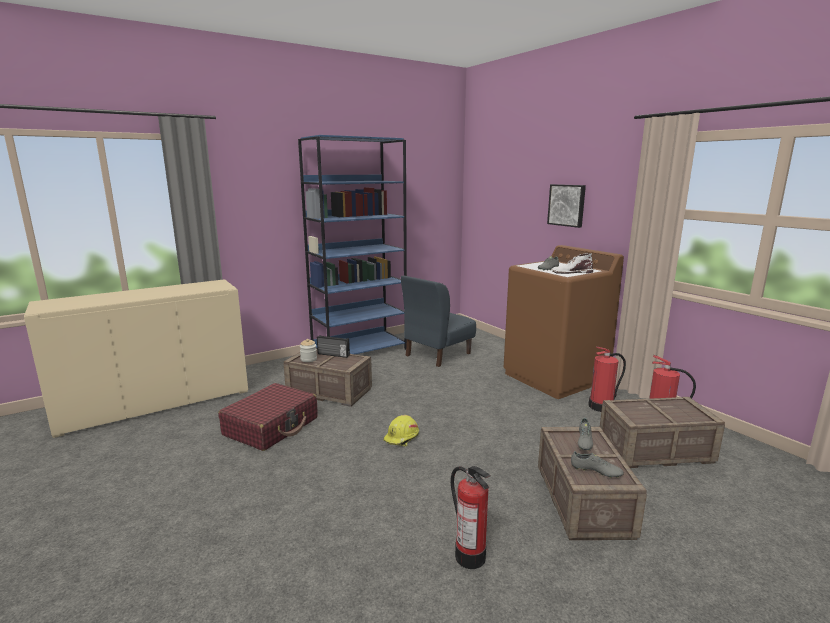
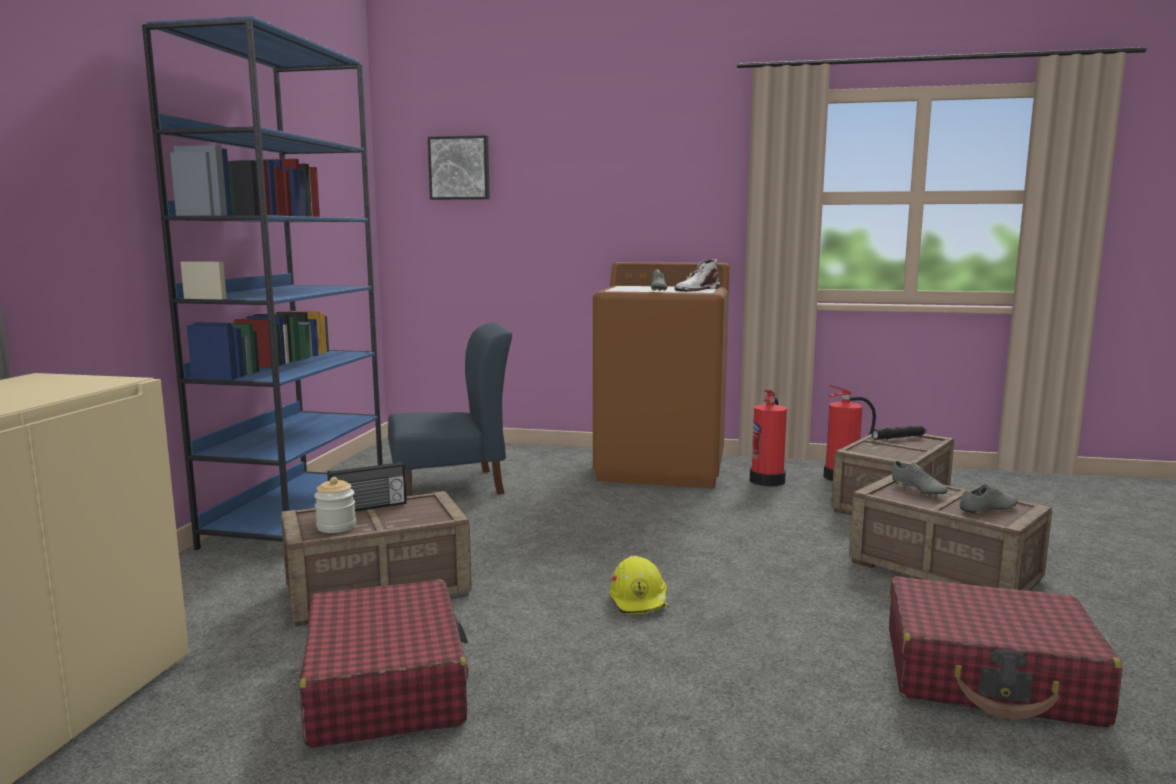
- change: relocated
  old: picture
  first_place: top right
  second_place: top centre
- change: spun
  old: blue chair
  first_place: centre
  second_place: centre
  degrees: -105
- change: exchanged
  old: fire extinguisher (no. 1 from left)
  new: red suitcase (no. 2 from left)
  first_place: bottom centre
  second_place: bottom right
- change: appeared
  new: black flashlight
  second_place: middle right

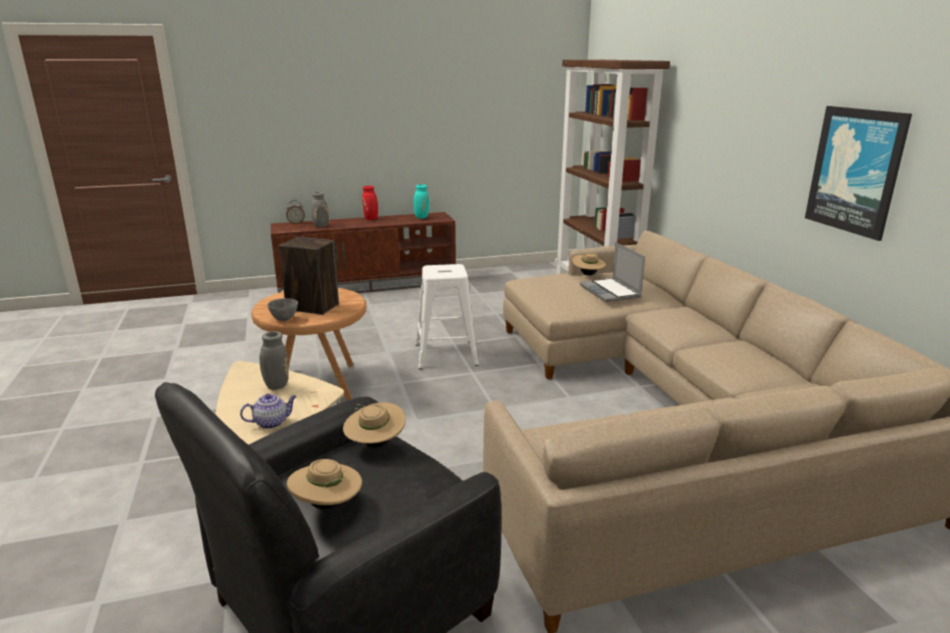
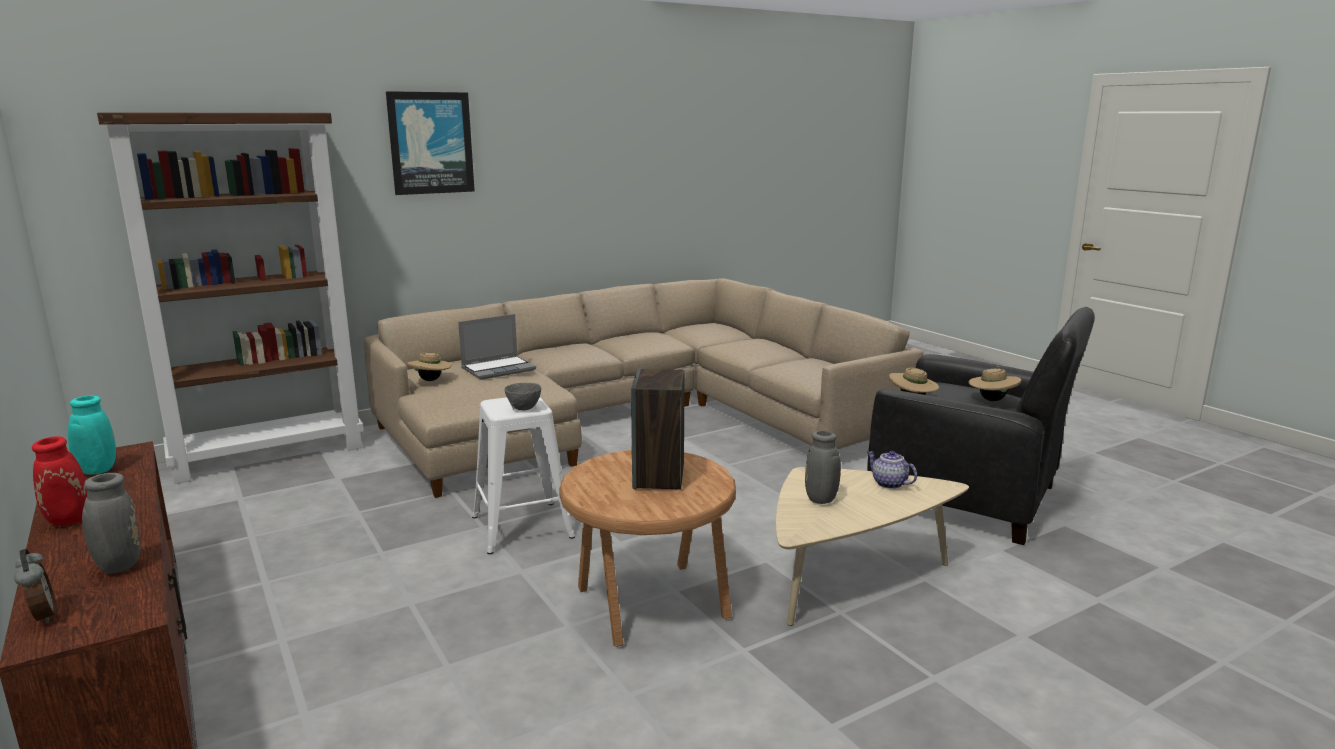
- change: relocated
  old: picture
  first_place: top right
  second_place: top left
- change: relocated
  old: grey bowl
  first_place: middle left
  second_place: centre

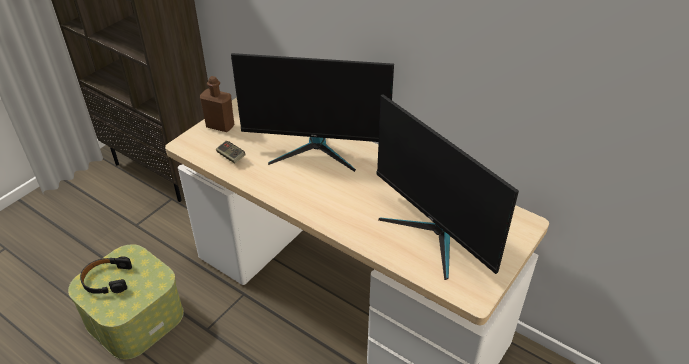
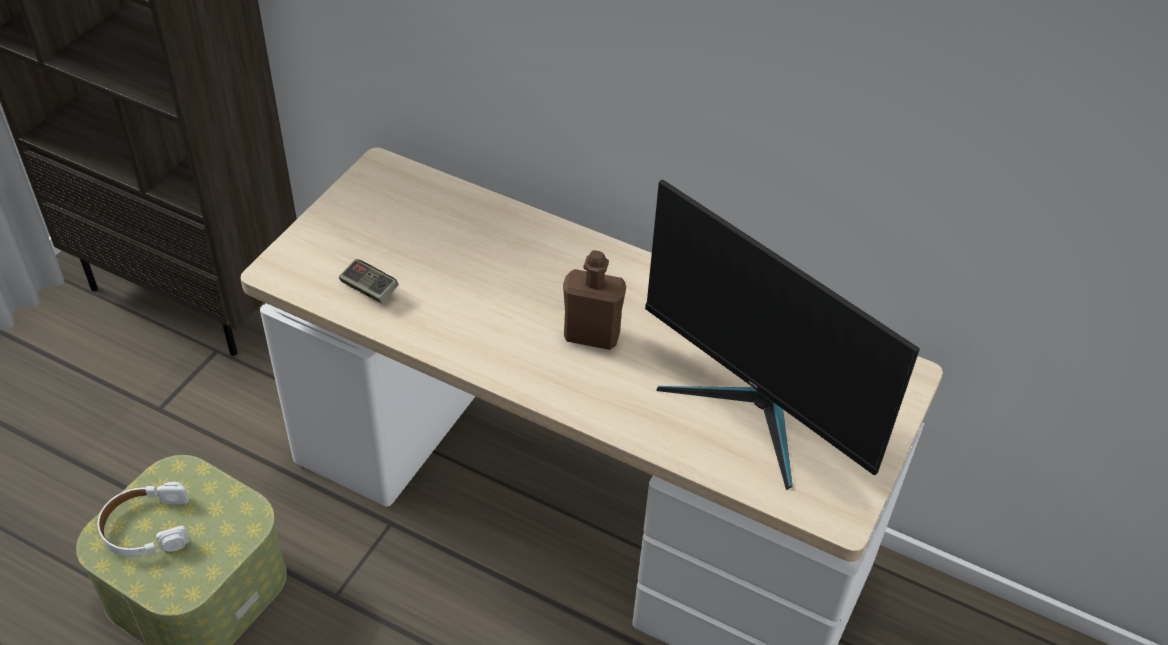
- change: missing
  old: monitor (no. 1 from left)
  first_place: top centre
- change: relocated
  old: brown bottle
  first_place: top left
  second_place: centre
- change: colour
  old: black headphones
  new: white headphones
  first_place: bottom left
  second_place: bottom left

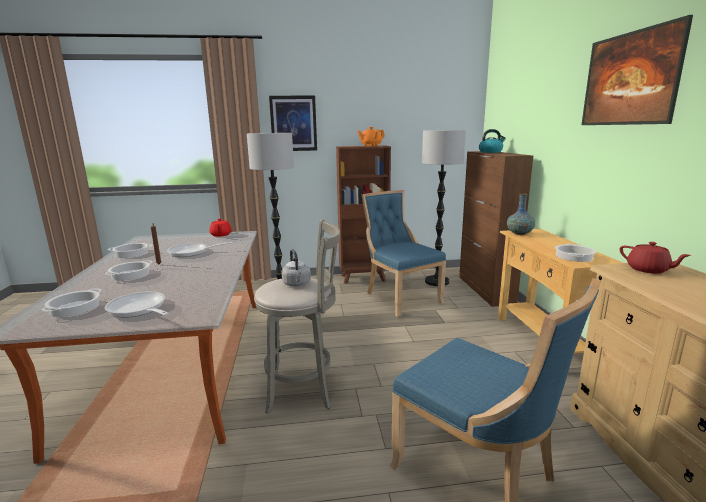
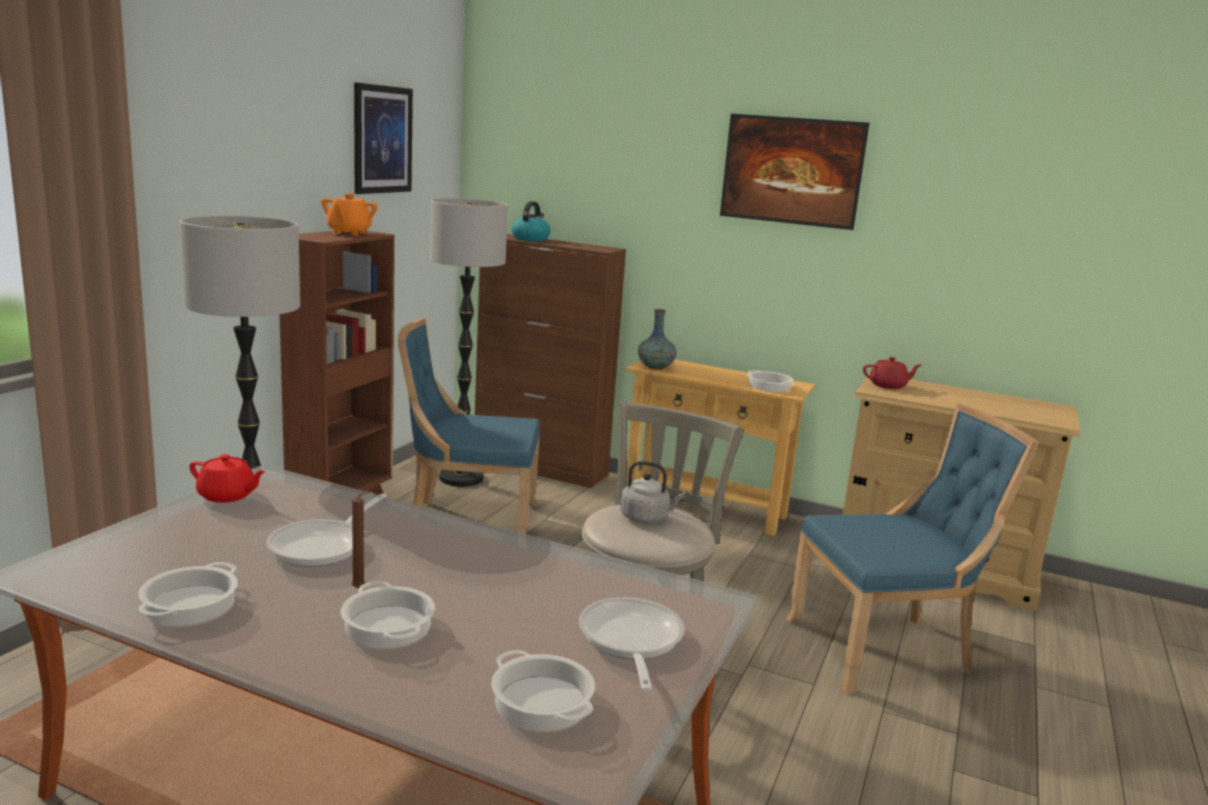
- change: relocated
  old: picture (no. 1 from left)
  first_place: top centre
  second_place: top left
- change: spun
  old: frying pan (no. 1 from left in the first image)
  first_place: middle left
  second_place: bottom centre
  degrees: 105

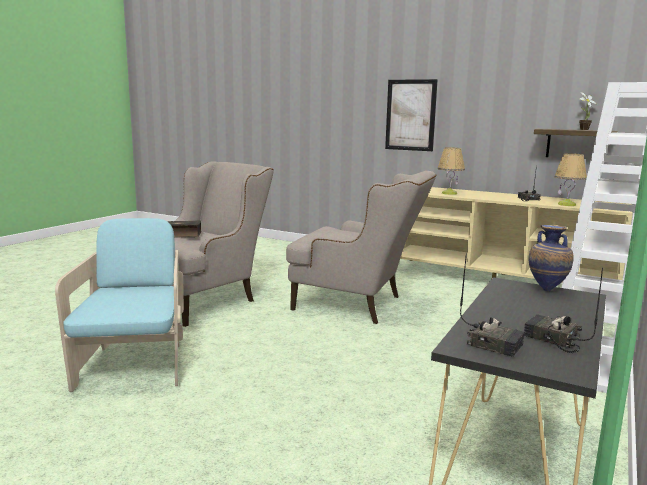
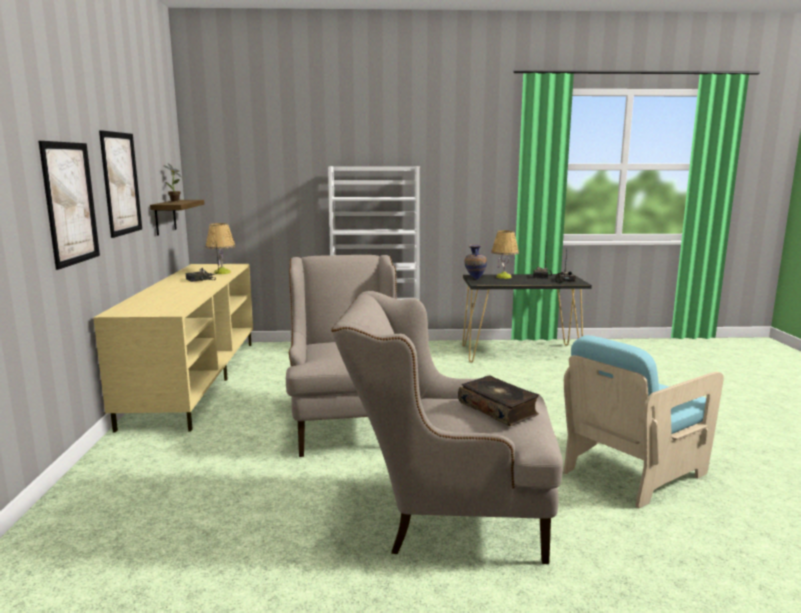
- change: relocated
  old: table lamp (no. 1 from left in the first image)
  new: table lamp (no. 2 from left)
  first_place: middle right
  second_place: centre
- change: appeared
  new: picture (no. 2 from left)
  second_place: top left

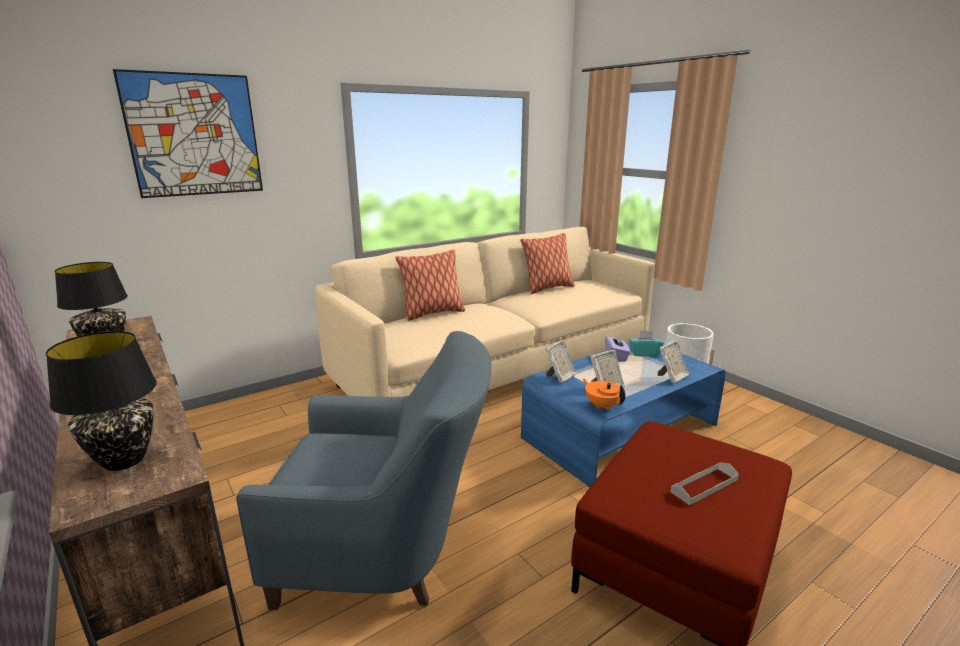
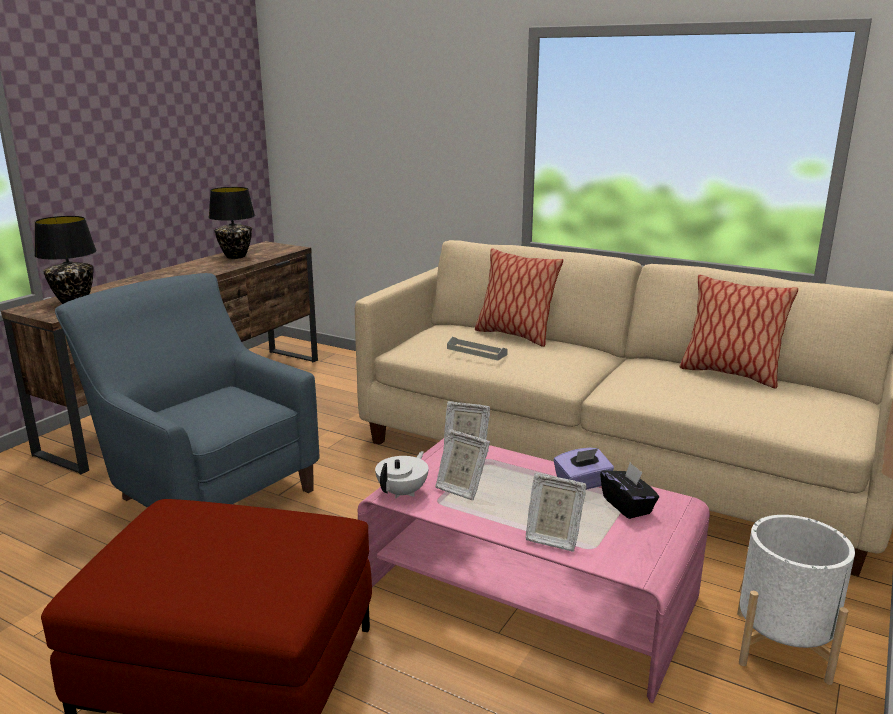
- change: missing
  old: picture
  first_place: top left
- change: spun
  old: blue armchair
  first_place: bottom centre
  second_place: middle left
  degrees: 150
- change: colour
  old: turquoise tissue box
  new: black tissue box
  first_place: middle right
  second_place: bottom right
- change: colour
  old: blue coffee table
  new: pink coffee table
  first_place: centre
  second_place: bottom centre
- change: colour
  old: orange teapot
  new: white teapot
  first_place: centre
  second_place: centre
- change: relocated
  old: grey tray
  first_place: bottom right
  second_place: centre

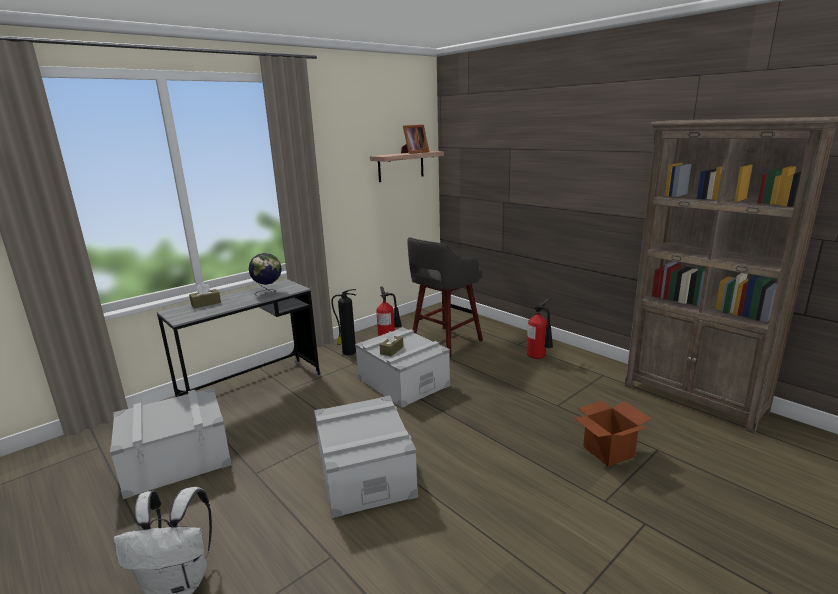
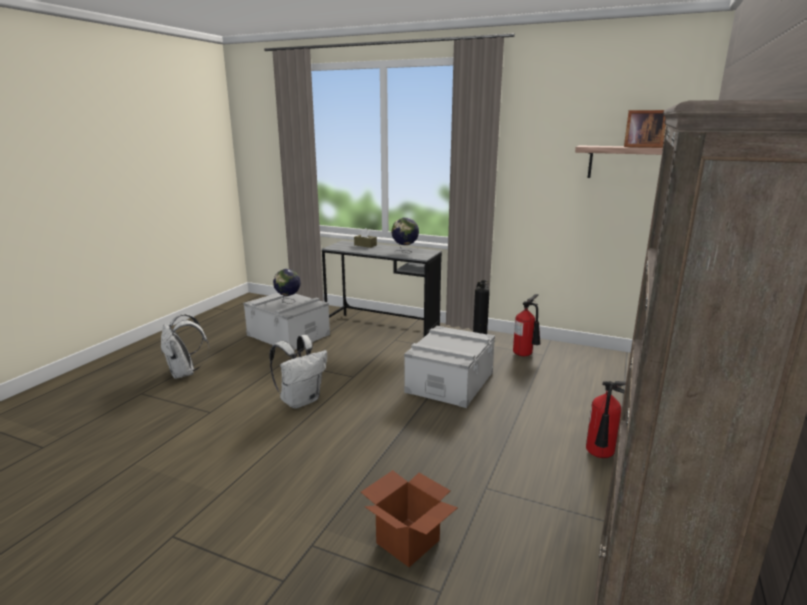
- change: missing
  old: grey stool
  first_place: centre
- change: missing
  old: brown tissue box (no. 2 from left)
  first_place: centre
- change: exchanged
  old: grey storage box (no. 2 from left)
  new: white backpack (no. 2 from left)
  first_place: bottom centre
  second_place: centre
- change: appeared
  new: globe (no. 1 from left)
  second_place: centre

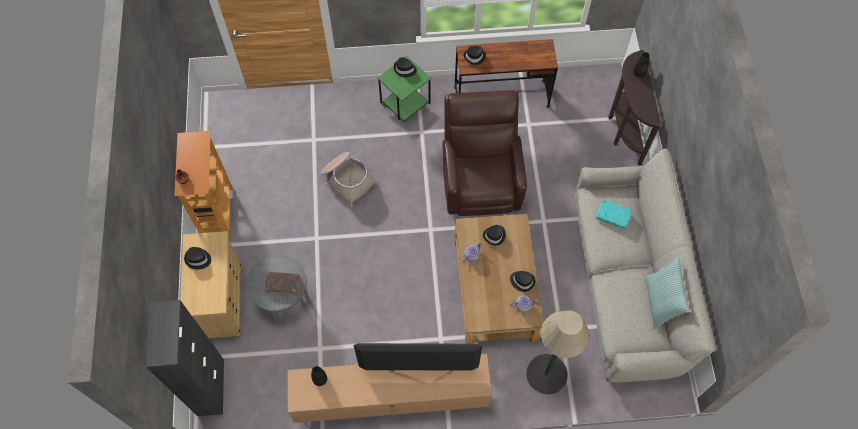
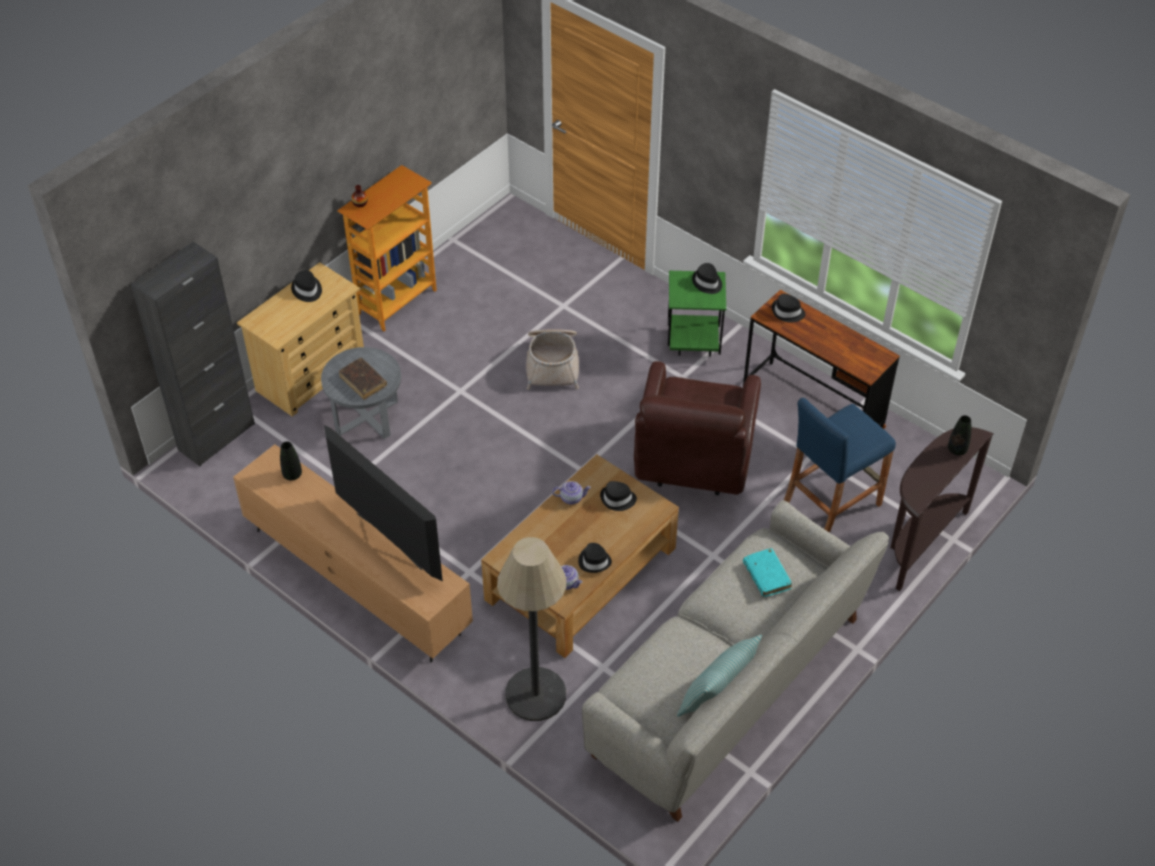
- change: spun
  old: brown armchair
  first_place: centre
  second_place: centre
  degrees: 150
- change: appeared
  new: blue stool
  second_place: middle right

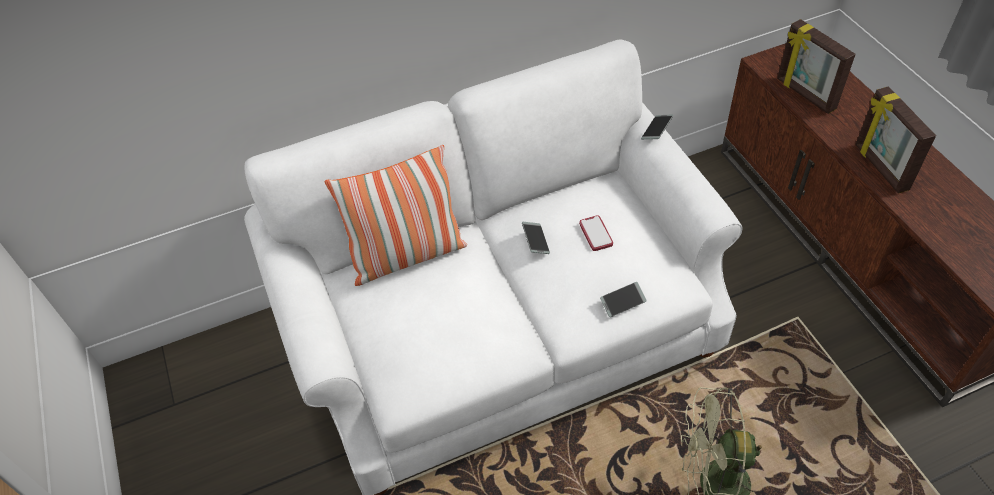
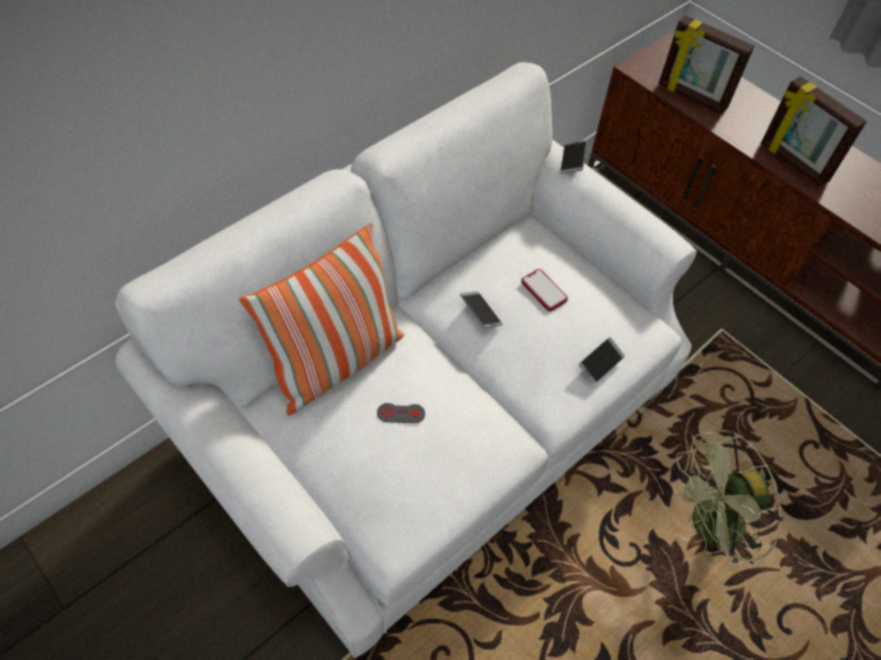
- change: appeared
  new: grey game controller
  second_place: centre

